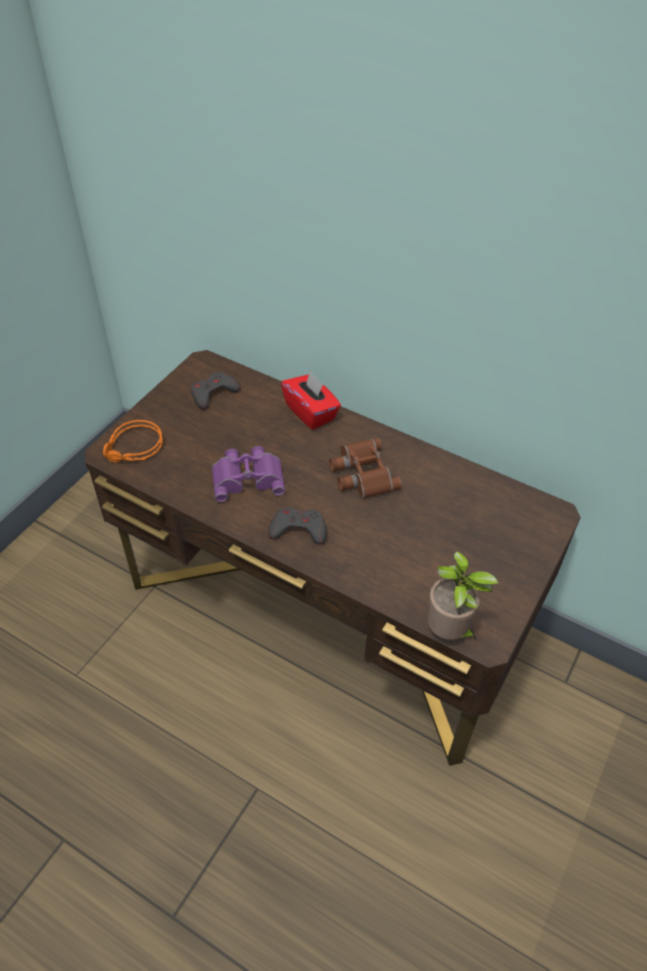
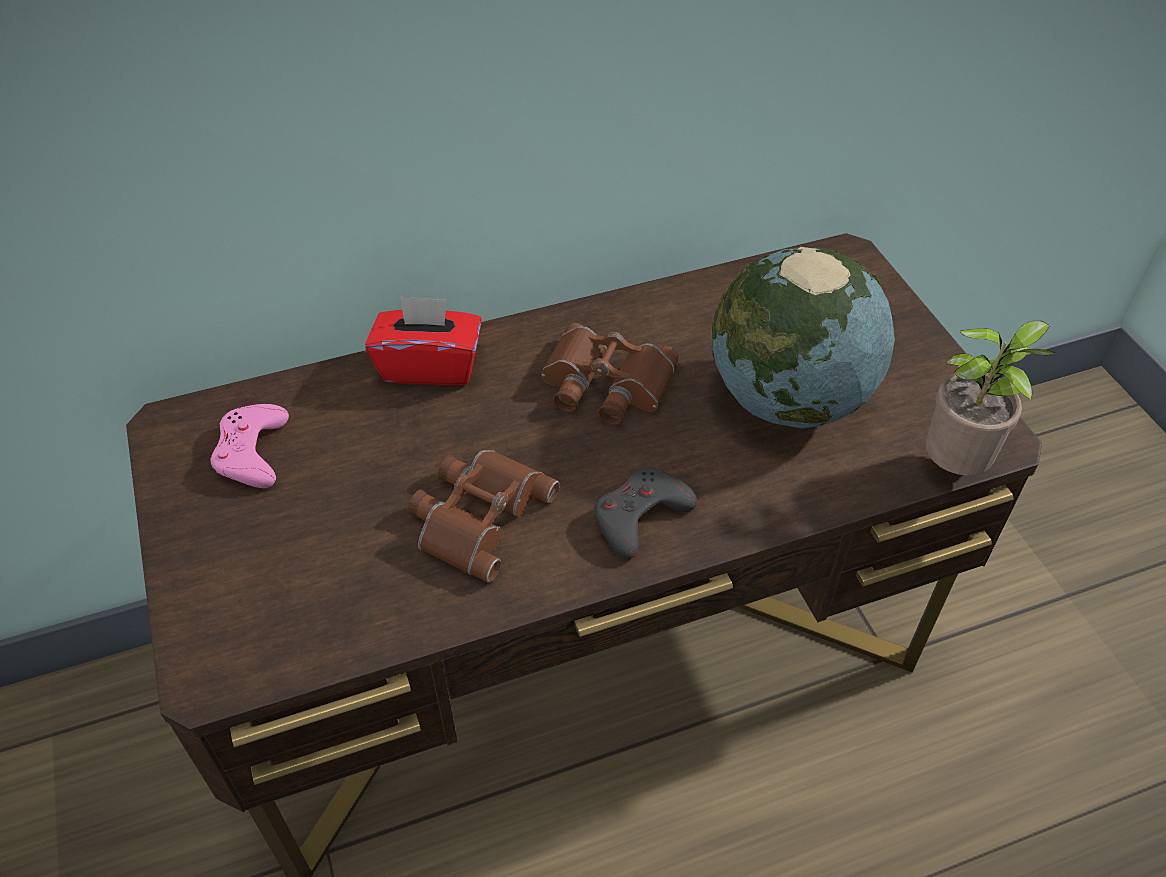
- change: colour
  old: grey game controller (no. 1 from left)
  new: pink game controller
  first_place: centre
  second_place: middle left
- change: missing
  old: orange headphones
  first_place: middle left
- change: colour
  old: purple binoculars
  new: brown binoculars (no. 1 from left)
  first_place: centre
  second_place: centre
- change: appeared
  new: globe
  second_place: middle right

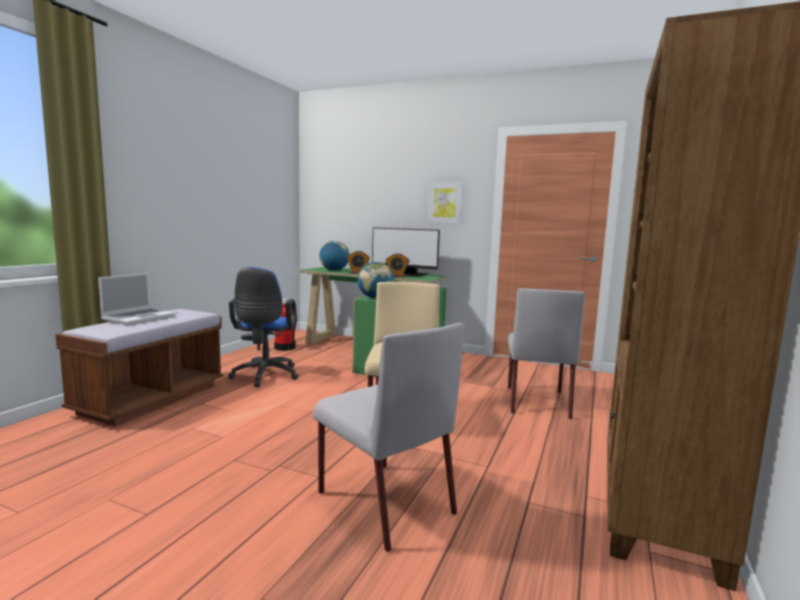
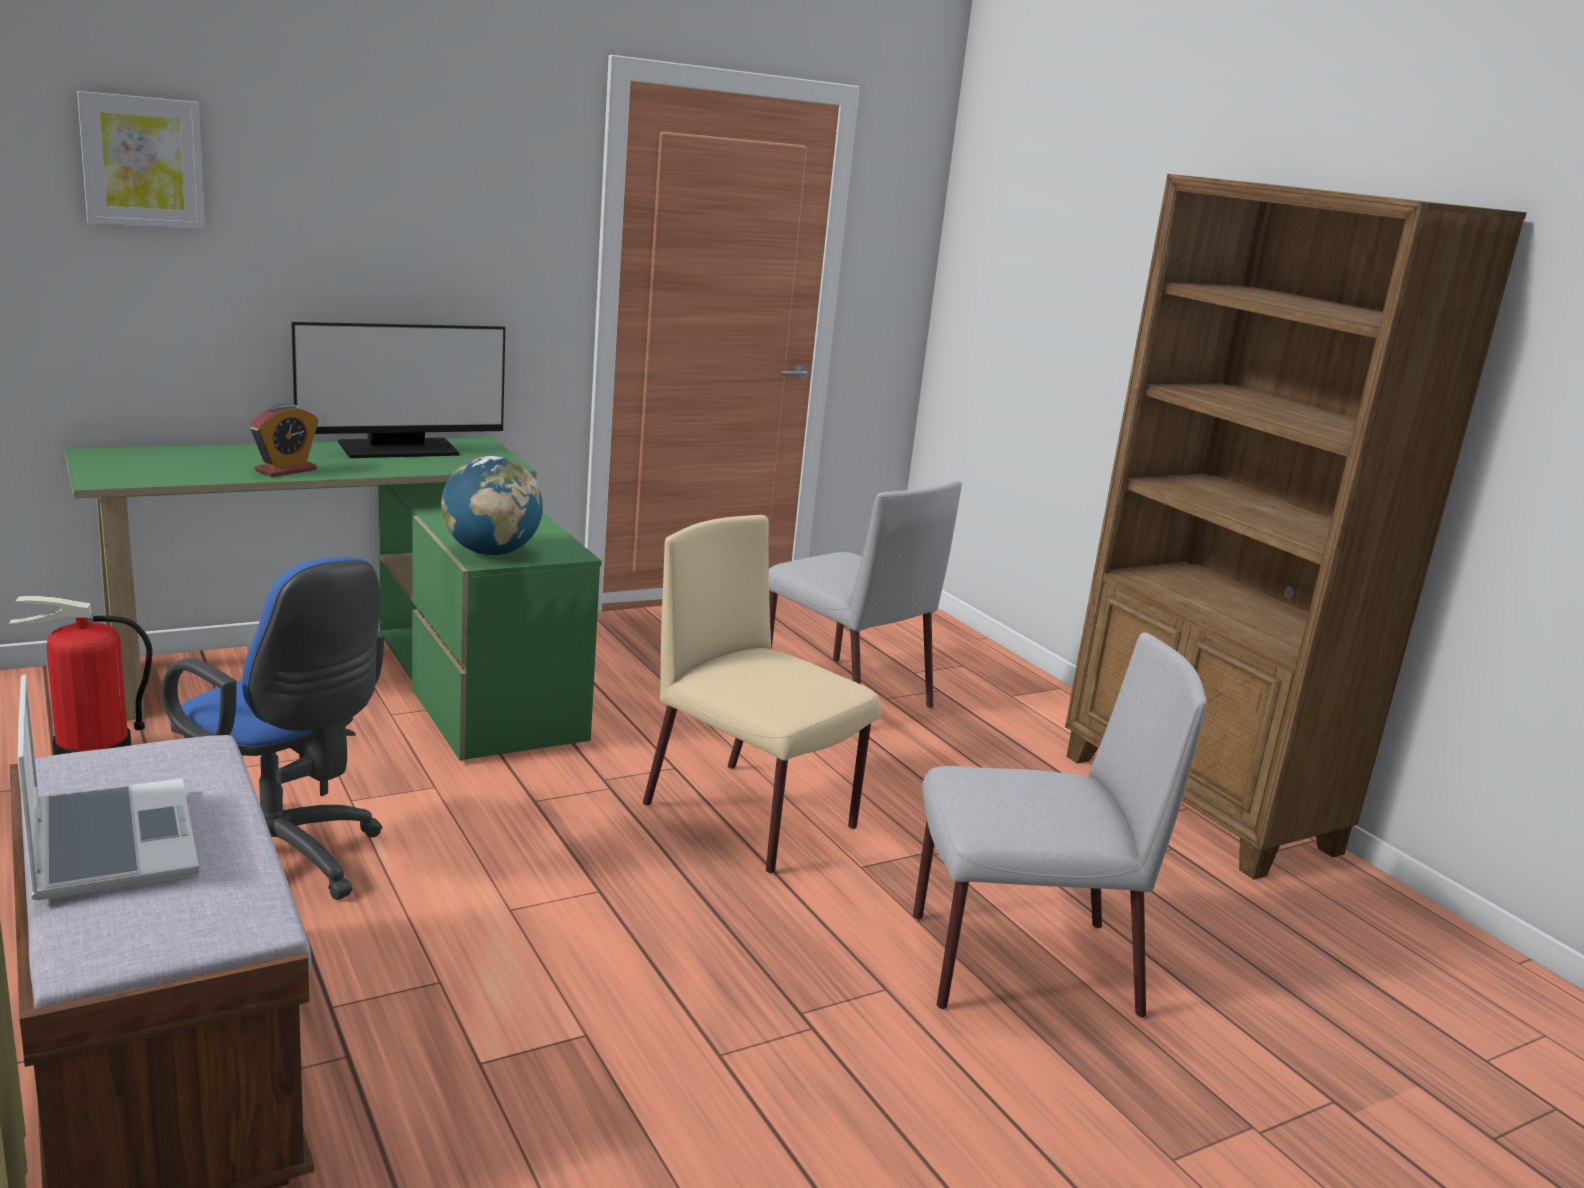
- change: relocated
  old: picture
  first_place: centre
  second_place: top left
- change: missing
  old: globe (no. 1 from left)
  first_place: centre
- change: missing
  old: alarm clock (no. 2 from left)
  first_place: centre

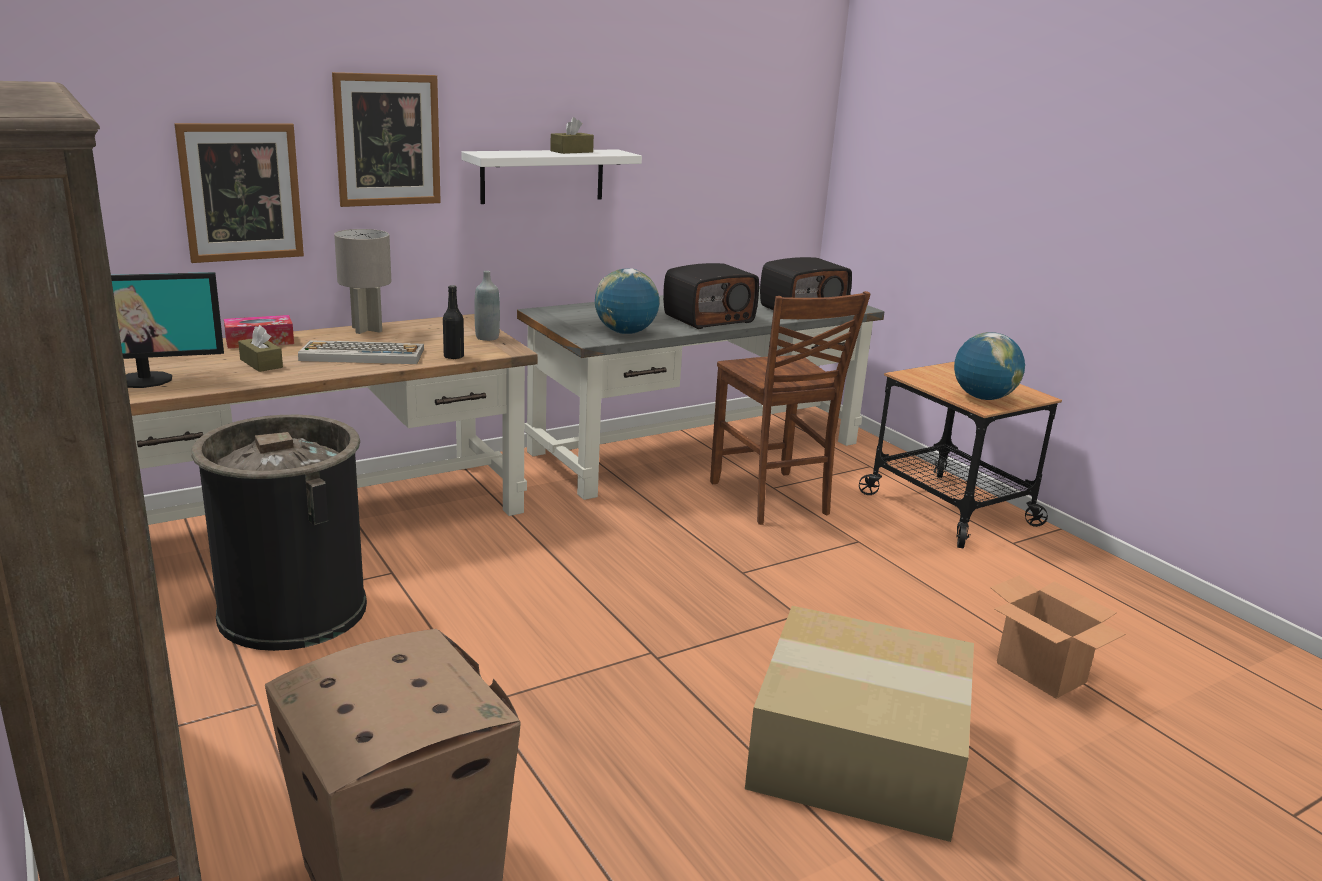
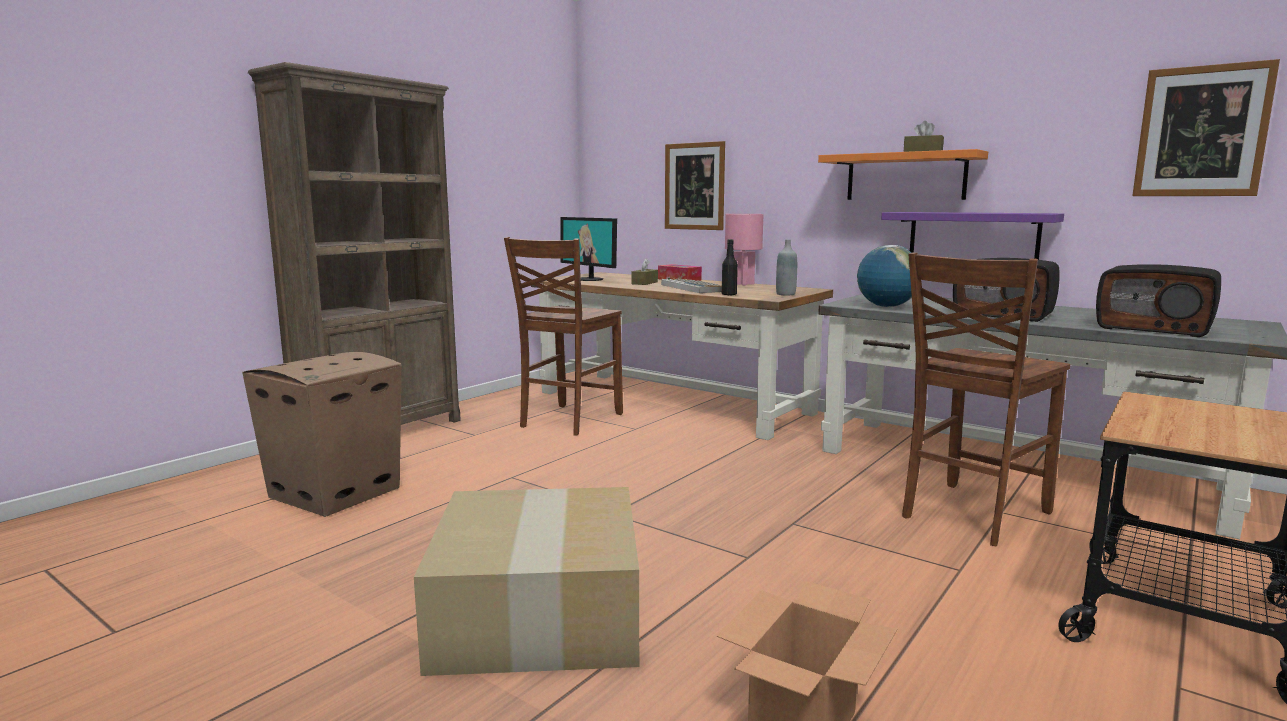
- change: relocated
  old: picture (no. 2 from left)
  first_place: top left
  second_place: top right
- change: colour
  old: white shelf
  new: orange shelf
  first_place: top centre
  second_place: top right
- change: colour
  old: grey table lamp
  new: pink table lamp
  first_place: top left
  second_place: centre
- change: missing
  old: globe (no. 2 from left)
  first_place: middle right
- change: exchanged
  old: black trash can
  new: brown chair (no. 1 from left)
  first_place: middle left
  second_place: centre
- change: appeared
  new: purple shelf
  second_place: top right

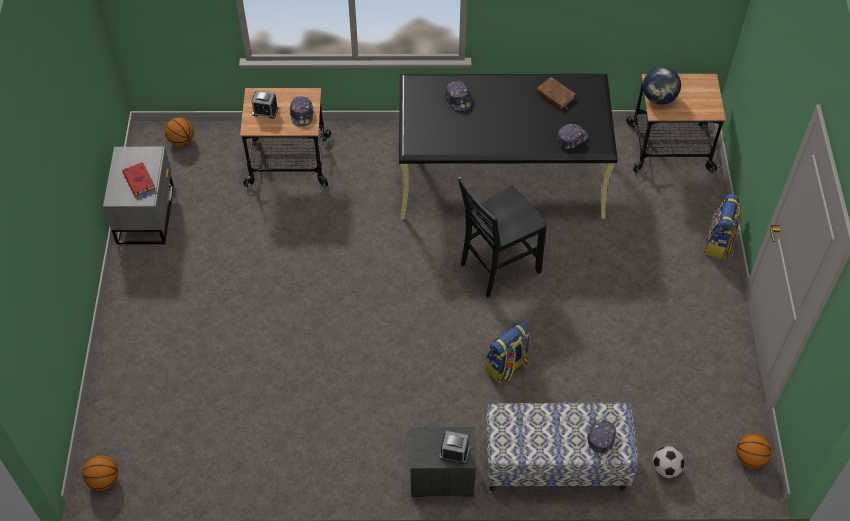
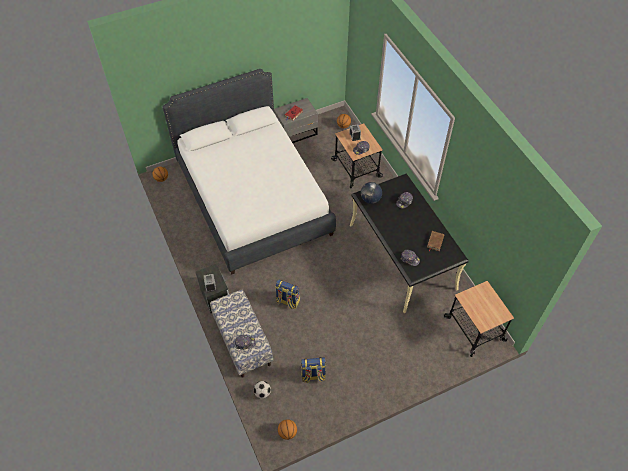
- change: relocated
  old: globe
  first_place: top right
  second_place: centre
- change: missing
  old: black chair
  first_place: centre
- change: relocated
  old: backpack (no. 2 from left)
  first_place: middle right
  second_place: bottom centre
- change: appeared
  new: white bed
  second_place: centre

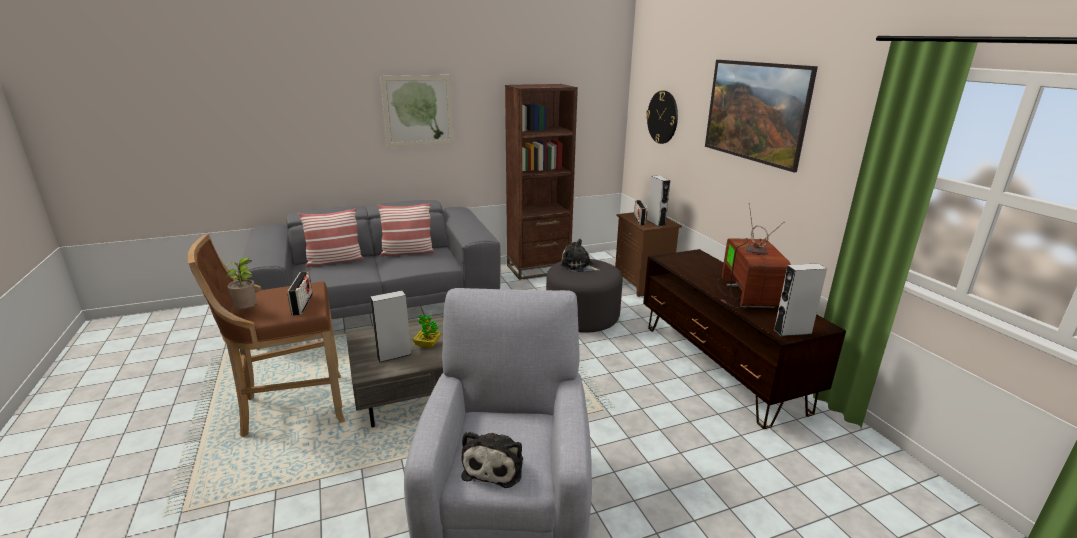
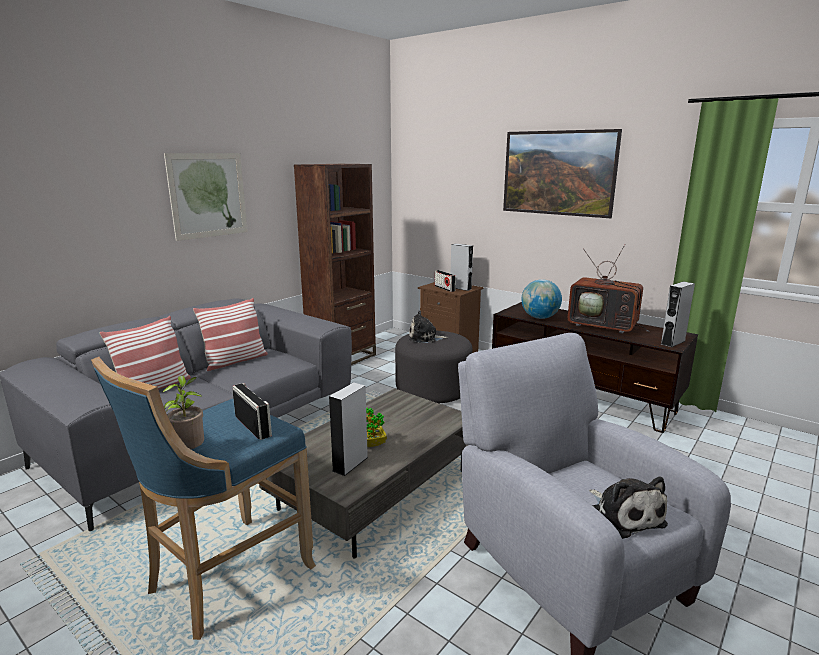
- change: missing
  old: wall clock
  first_place: top centre
- change: spun
  old: television
  first_place: middle right
  second_place: middle right
  degrees: 150
- change: colour
  old: brown stool
  new: blue stool
  first_place: middle left
  second_place: bottom left
- change: appeared
  new: globe
  second_place: centre

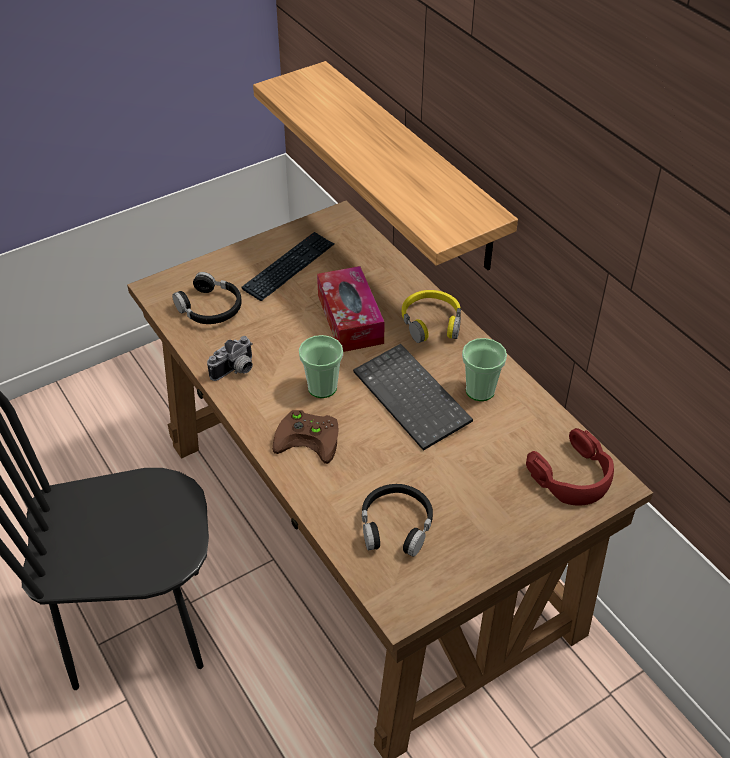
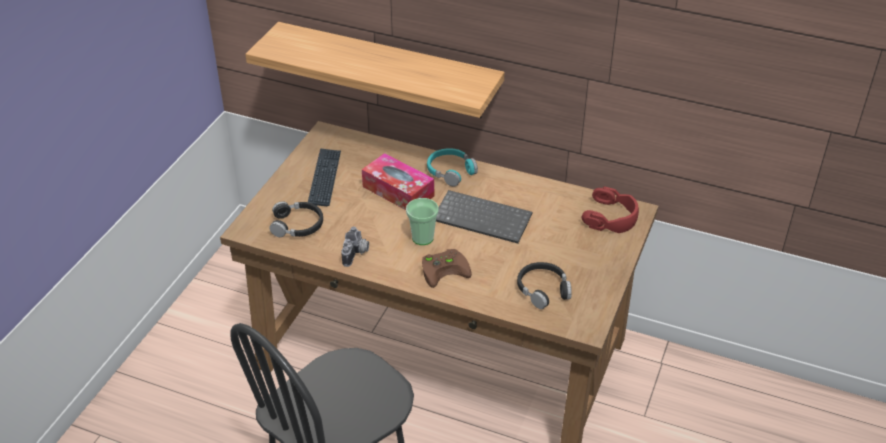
- change: colour
  old: yellow headphones
  new: turquoise headphones
  first_place: centre
  second_place: centre
- change: missing
  old: cup (no. 2 from left)
  first_place: centre

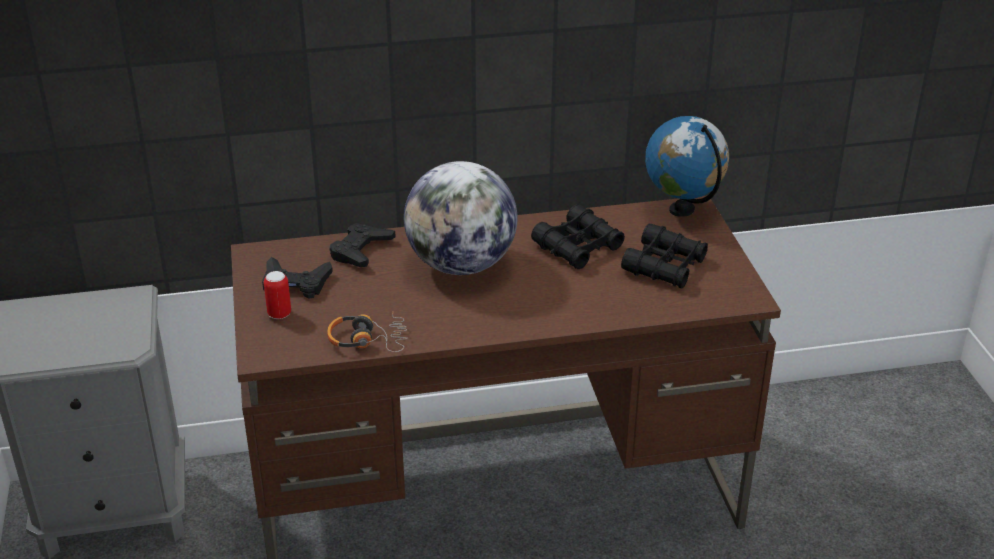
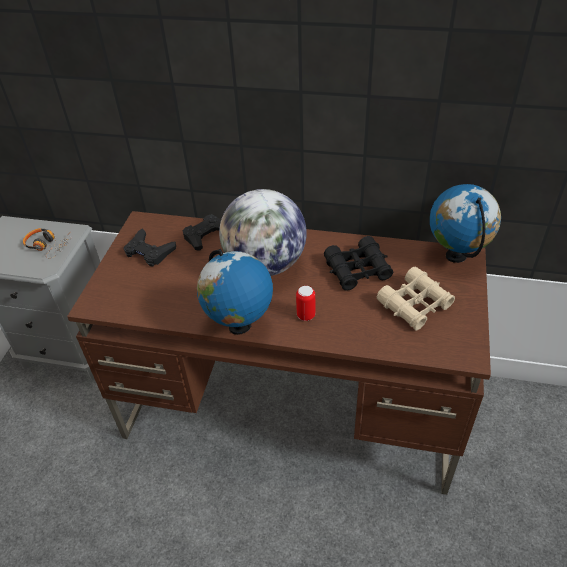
- change: colour
  old: black binoculars (no. 2 from left)
  new: beige binoculars
  first_place: middle right
  second_place: middle right
- change: relocated
  old: can
  first_place: middle left
  second_place: centre
- change: relocated
  old: headphones
  first_place: centre
  second_place: middle left
- change: appeared
  new: globe (no. 1 from left)
  second_place: centre

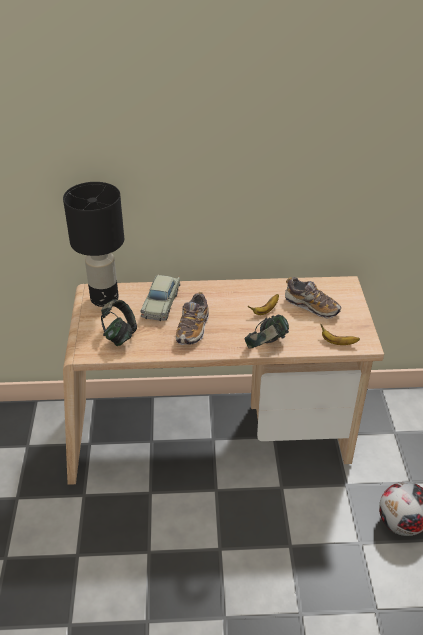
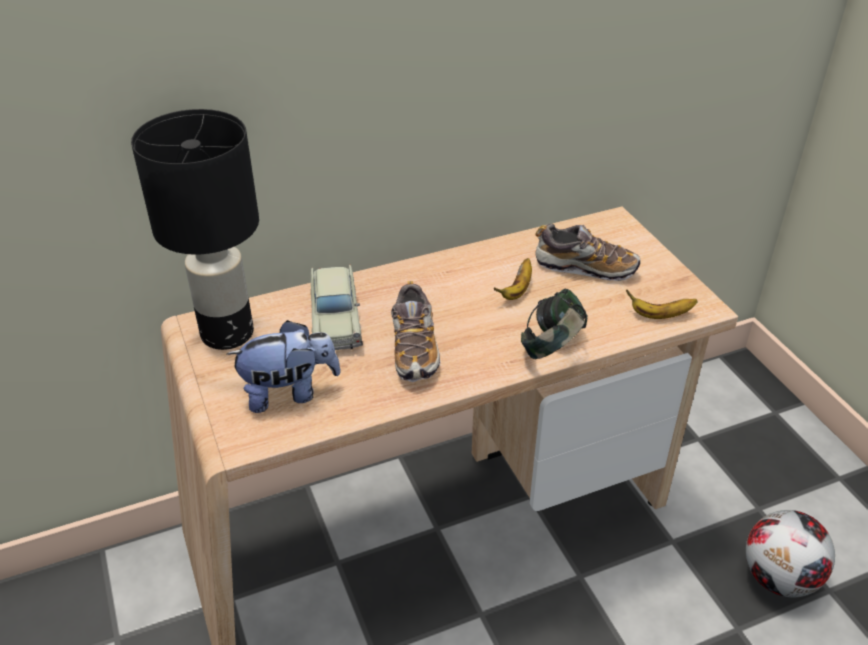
- change: exchanged
  old: headphones (no. 1 from left)
  new: plush toy
  first_place: middle left
  second_place: middle left

